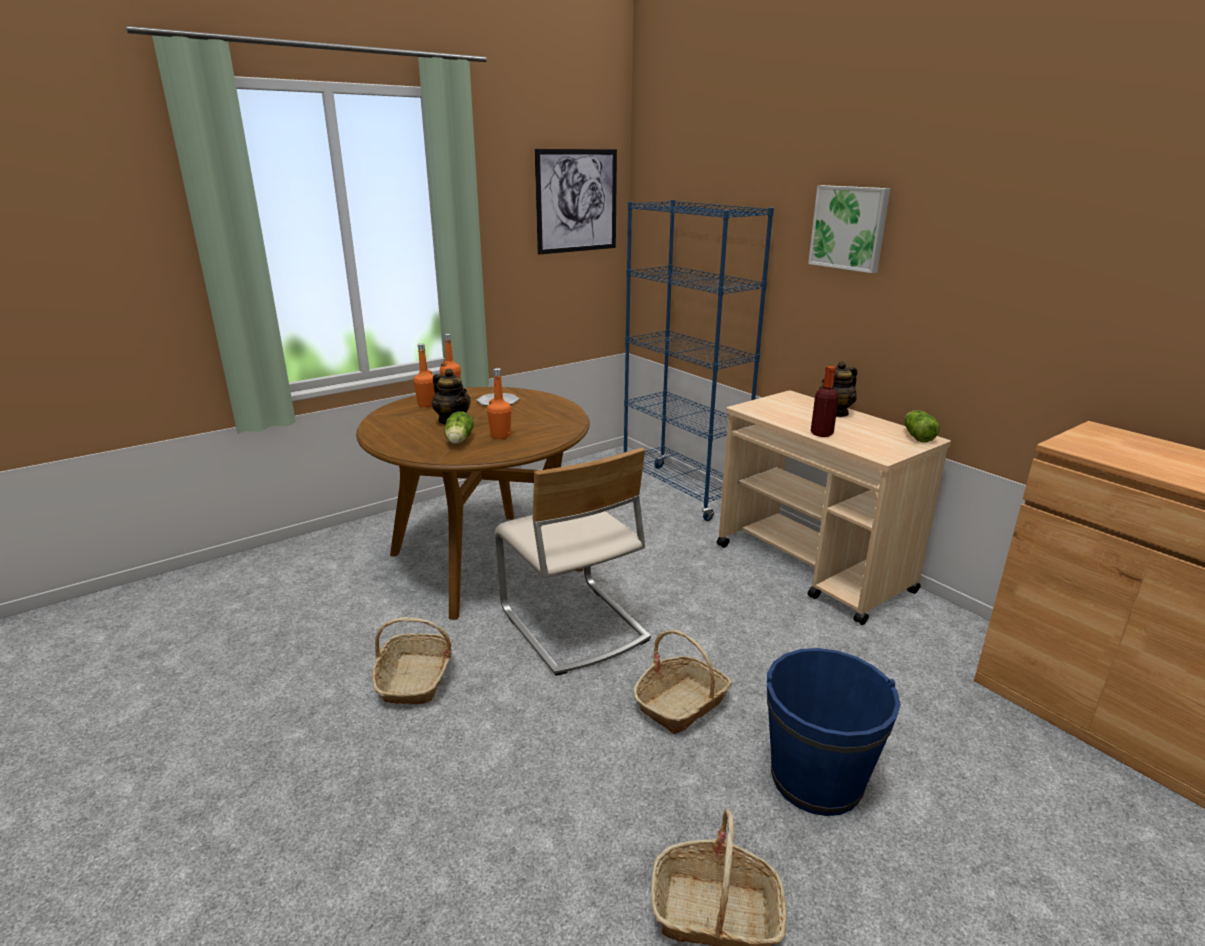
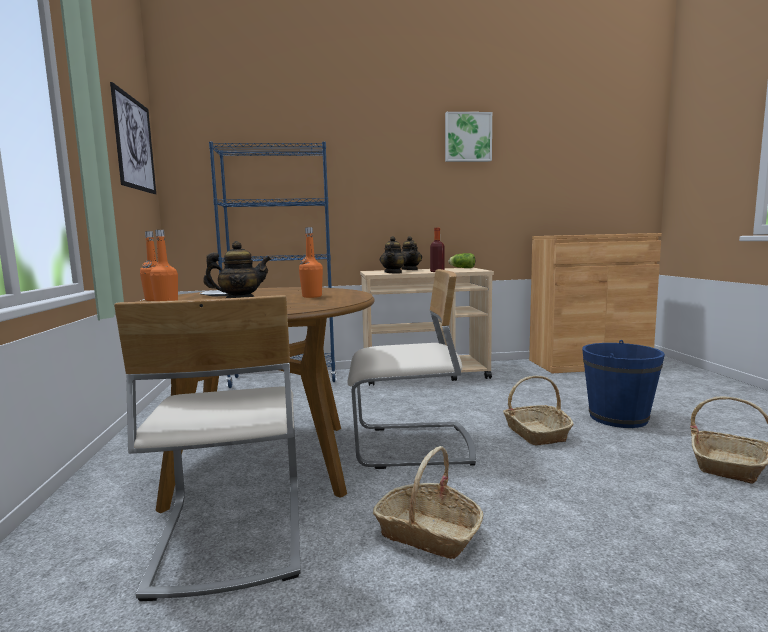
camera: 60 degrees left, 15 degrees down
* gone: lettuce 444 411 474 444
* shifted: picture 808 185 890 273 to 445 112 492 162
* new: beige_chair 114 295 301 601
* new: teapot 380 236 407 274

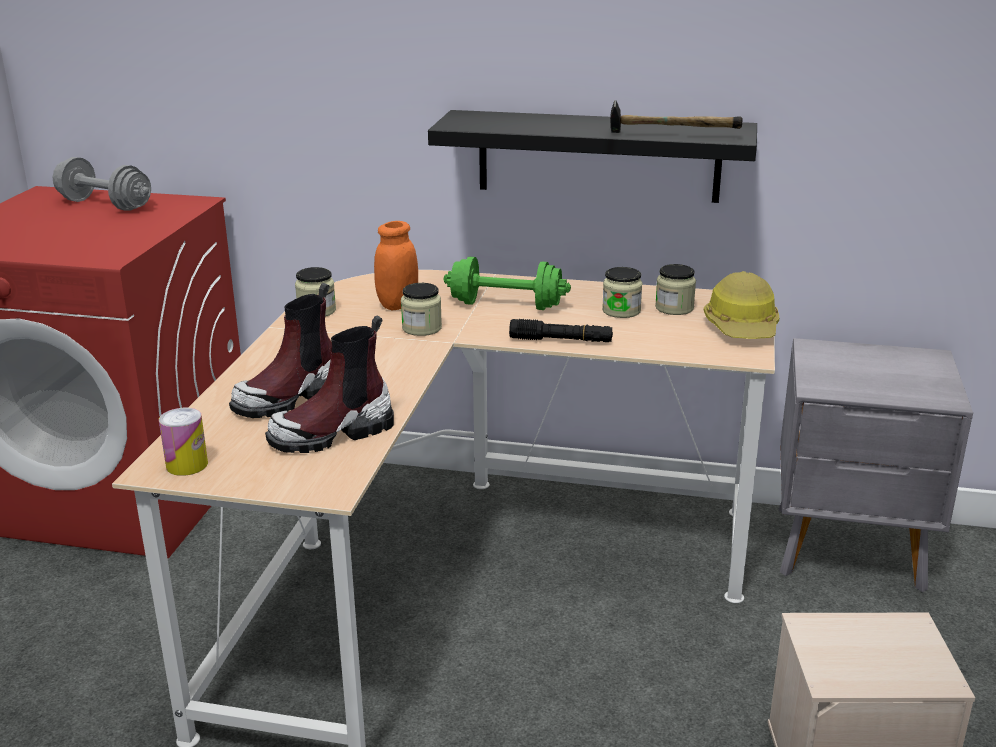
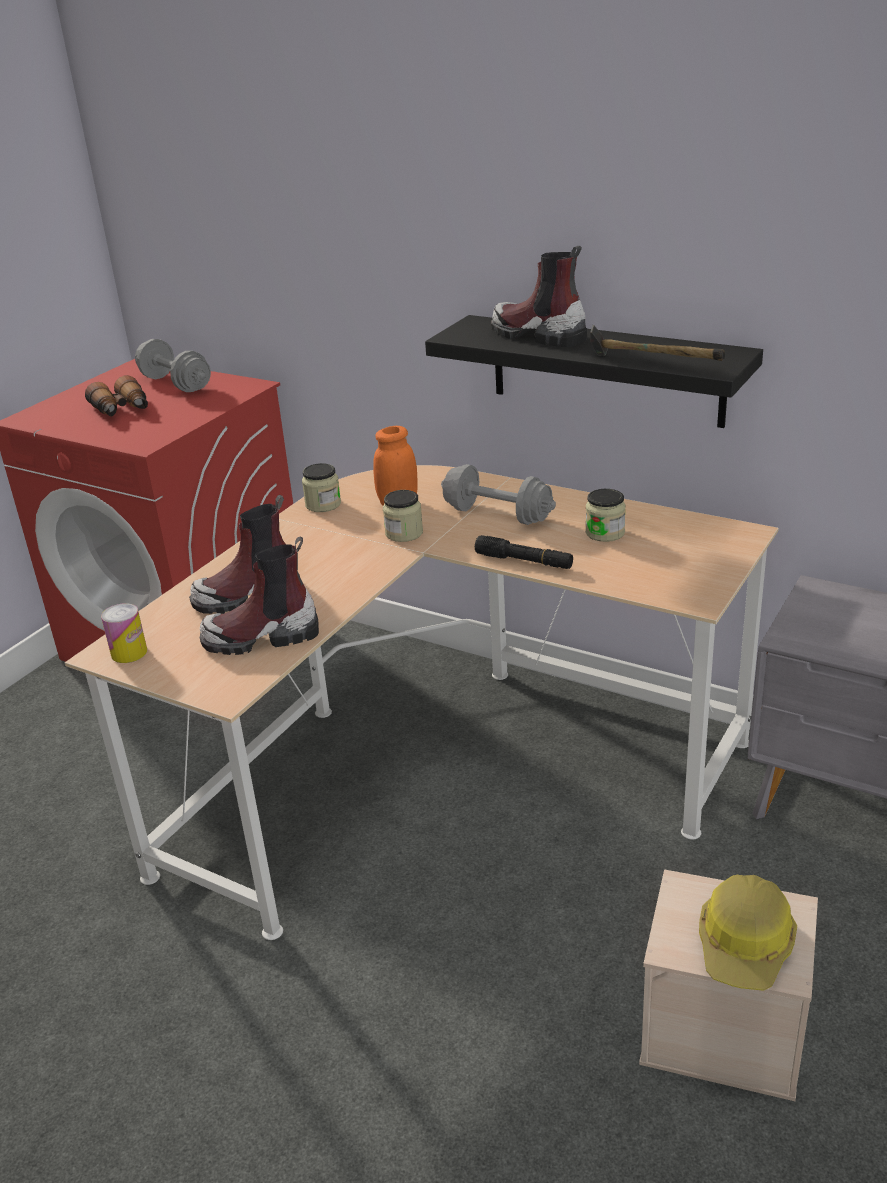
camera: 20 degrees right, 5 degrees up
* repainted: green_dumbbell 444 257 571 310 to grey_dumbbell 441 464 556 525
* gone: jar 655 264 696 315
* shifted: hard_hat 704 271 779 339 to 699 875 797 991
* new: binoculars 85 375 148 416
* new: boot 491 246 587 347

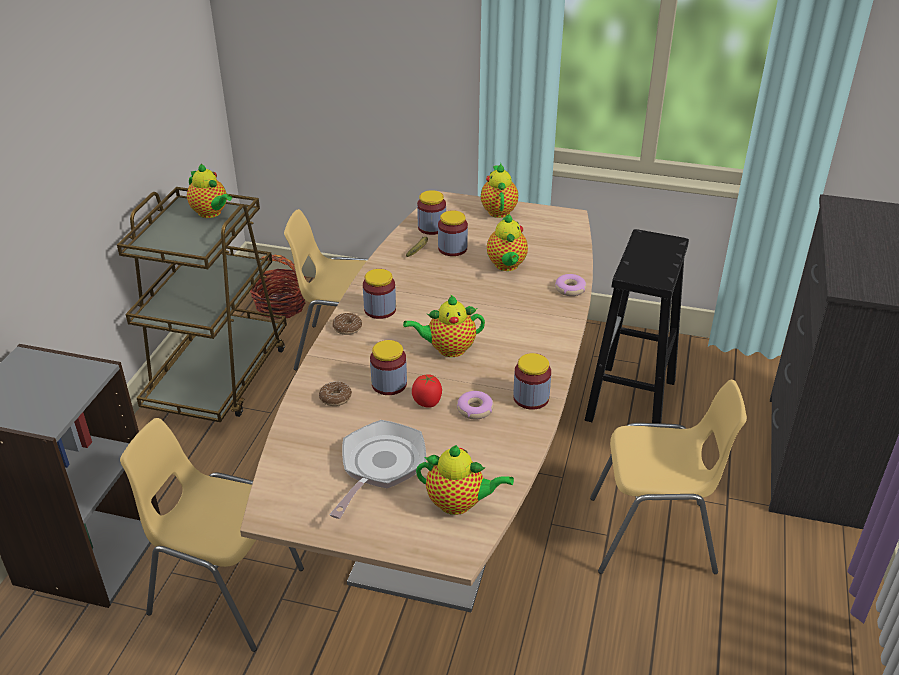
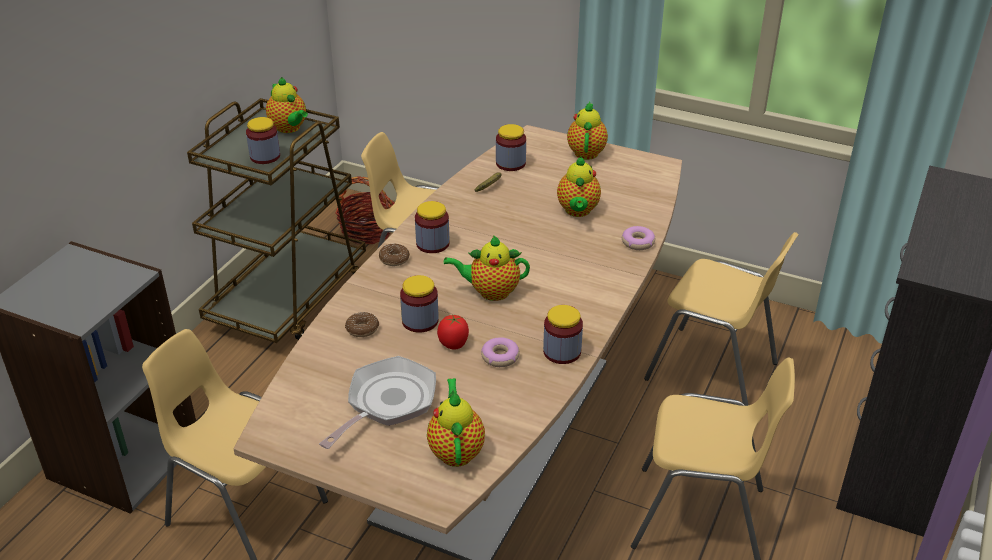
camera: 10 degrees right, 0 degrees up
* rotated: teapot 416 445 514 515 = 427 378 485 467 120 degrees counterclockwise
* shifted: jar 438 210 468 256 to 246 117 280 164
* swapped: black_stool 585 229 689 423 to yellow_chair 644 232 799 406

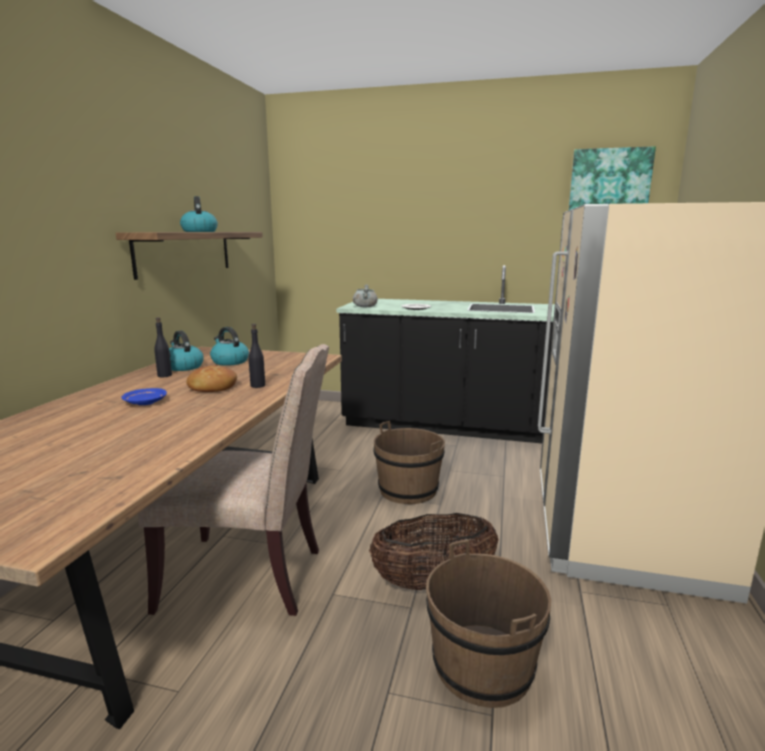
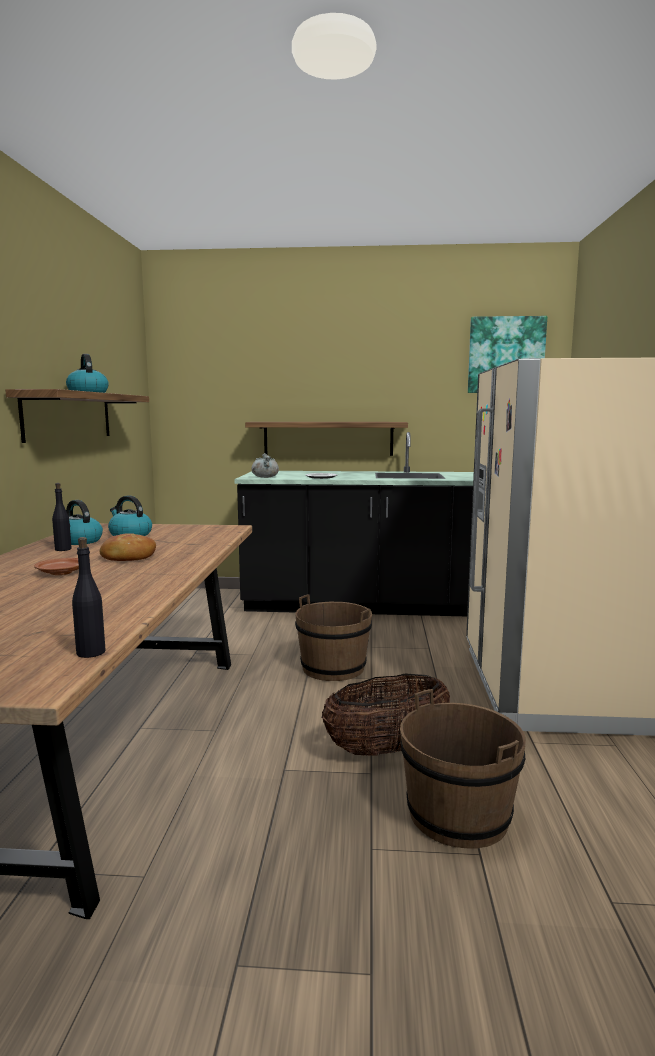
camera: 10 degrees left, 5 degrees down
* repainted: blue_plate 121 388 167 405 to brown_plate 34 558 79 575
* gone: beige_chair 138 344 329 616
* shifted: black_bottle 249 324 265 388 to 72 537 106 658
* new: shelf 245 422 408 456

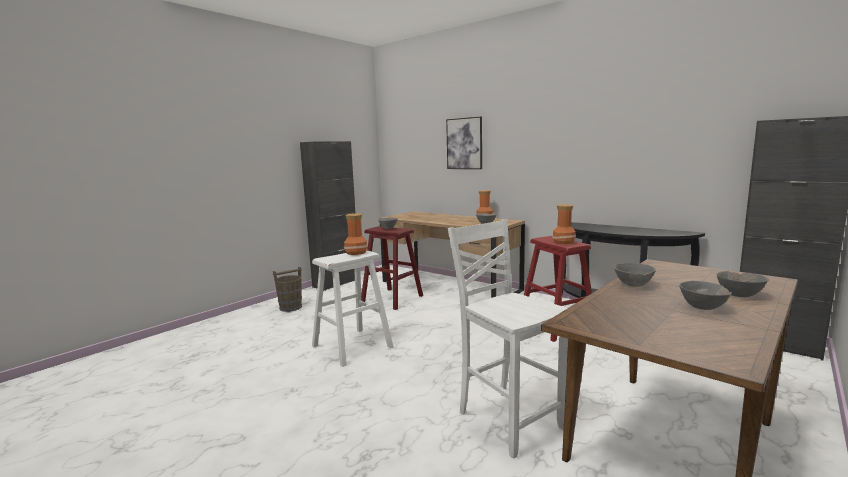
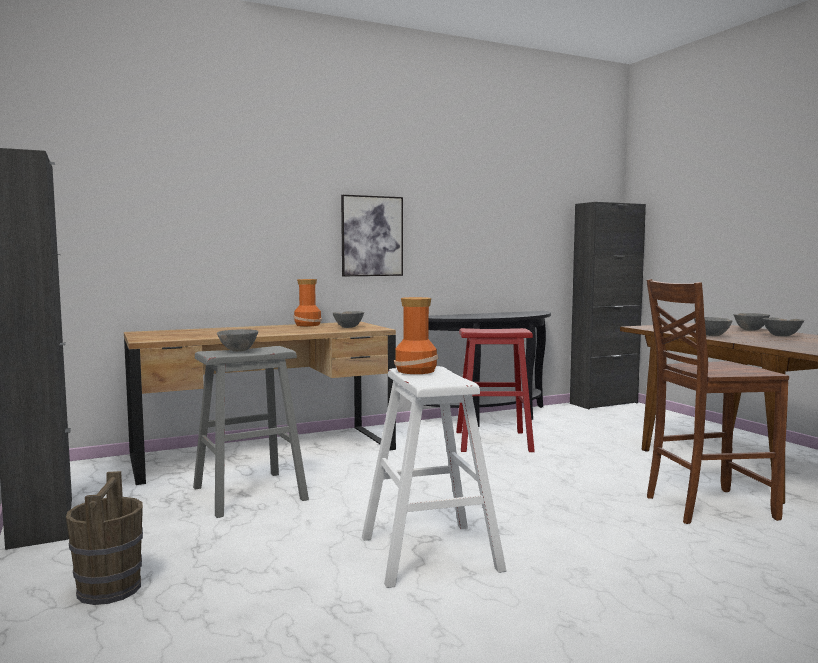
camera: 65 degrees left, 5 degrees down
* repainted: red_stool 361 226 423 310 to grey_stool 193 346 309 518
* shifted: picture 446 117 482 169 to 341 195 403 276
* repainted: white_chair 448 219 568 459 to brown_chair 647 279 789 524
* gone: vase 552 204 576 244

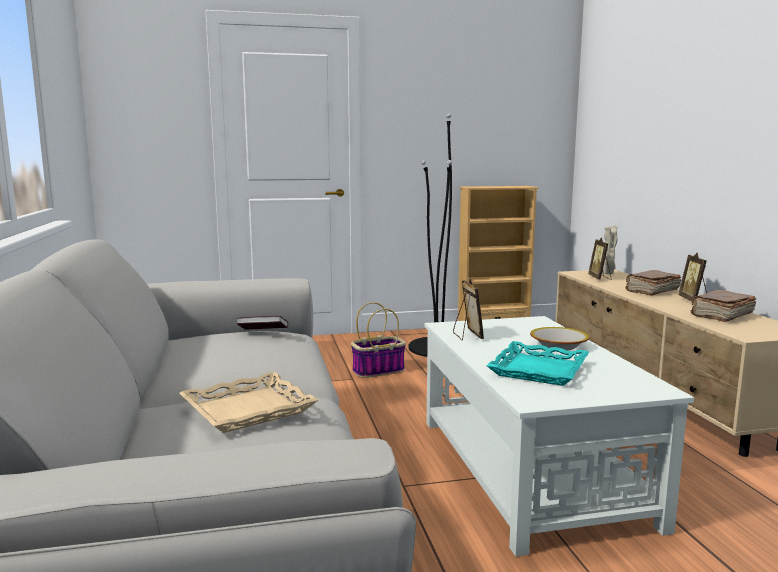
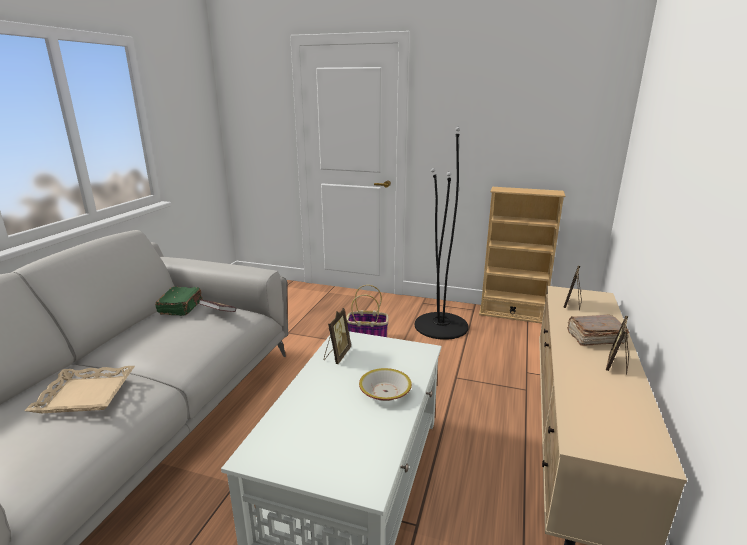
camera: 30 degrees right, 10 degrees up
* gone: turquoise_tray 486 341 589 386
* gone: beige_vase 602 225 618 274
* gone: brown_book 691 290 756 322
* new: green_book 155 287 203 316

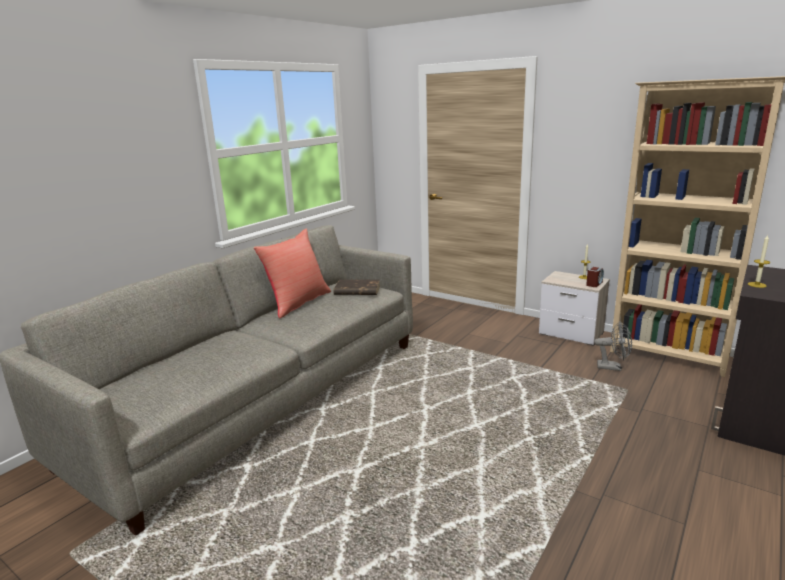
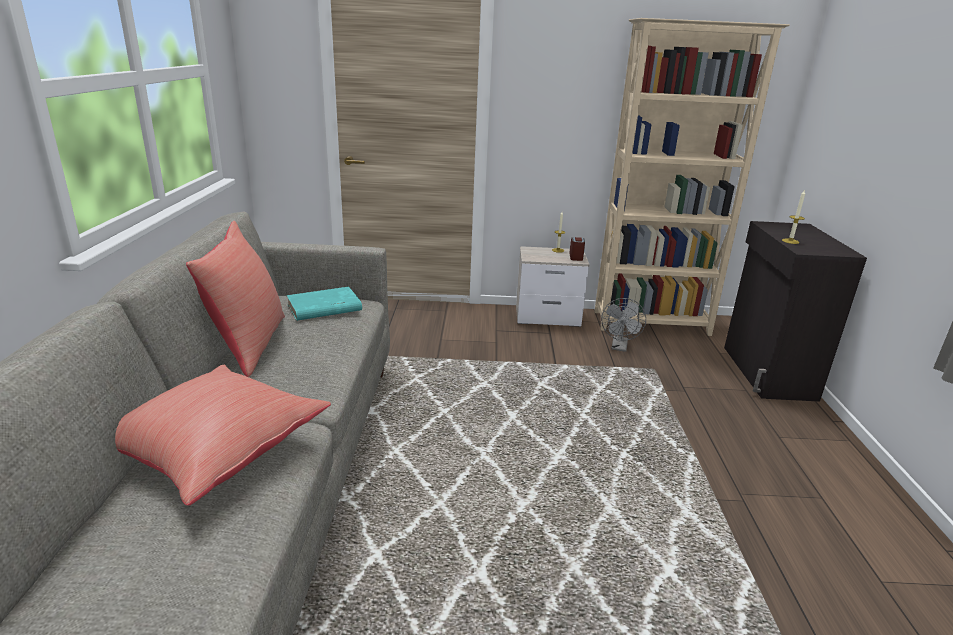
camera: 35 degrees left, 5 degrees up
* repainted: brown_book 333 279 380 295 to turquoise_book 286 287 362 321
* rotated: grey_fan 594 322 632 371 = 601 298 646 352 120 degrees clockwise
* new: red_pillow 115 365 331 505

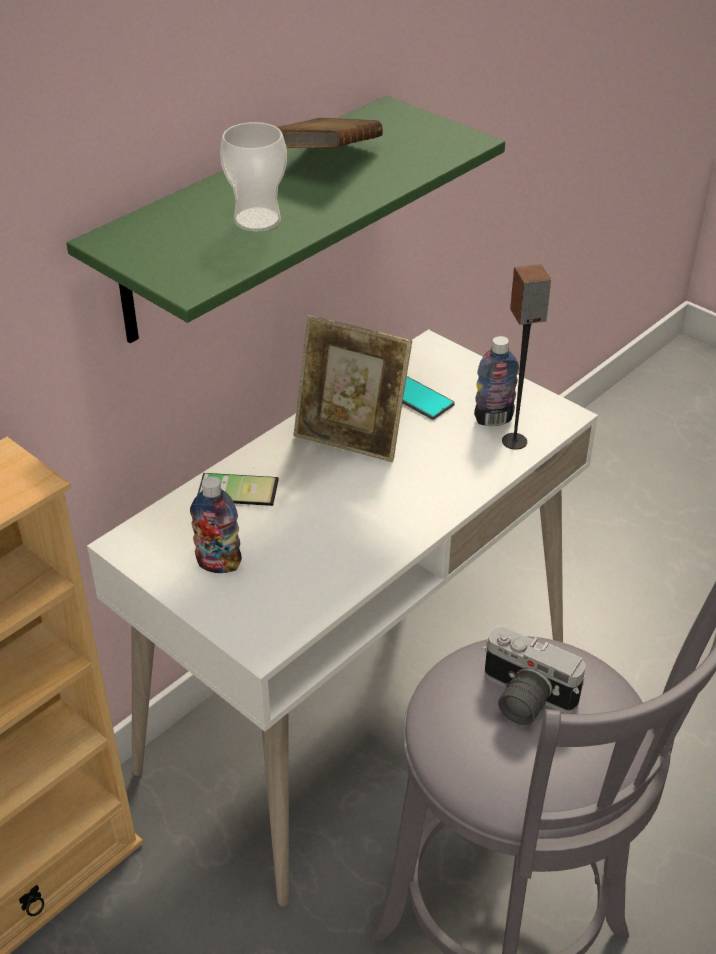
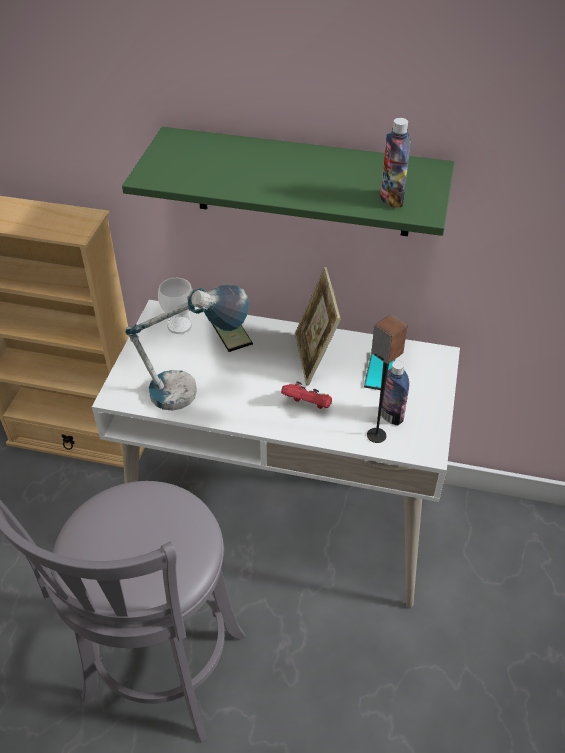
camera: 60 degrees right, 5 degrees up
* shifted: bottle 190 476 242 573 to 380 118 411 209
* shifted: cup 220 122 287 231 to 158 278 193 334
* gone: brown_book 277 118 383 148
* gone: photo_camera 482 626 585 726
* new: table_lamp 125 285 249 411
* new: red_game_controller 281 382 332 409

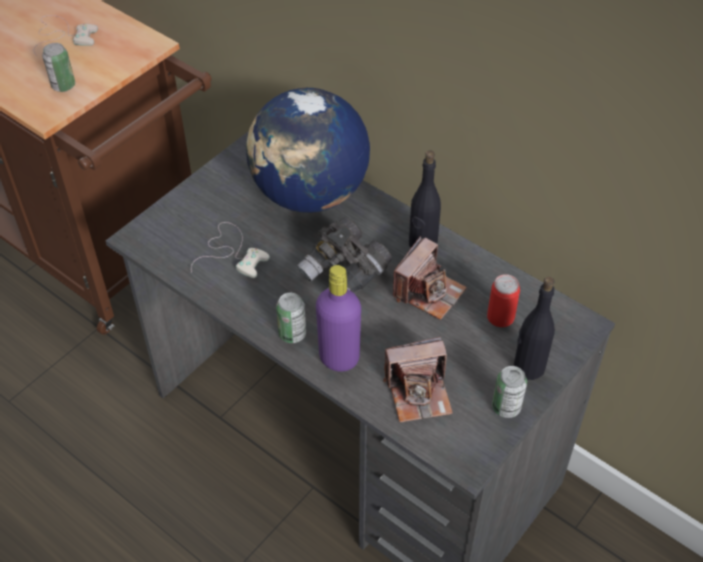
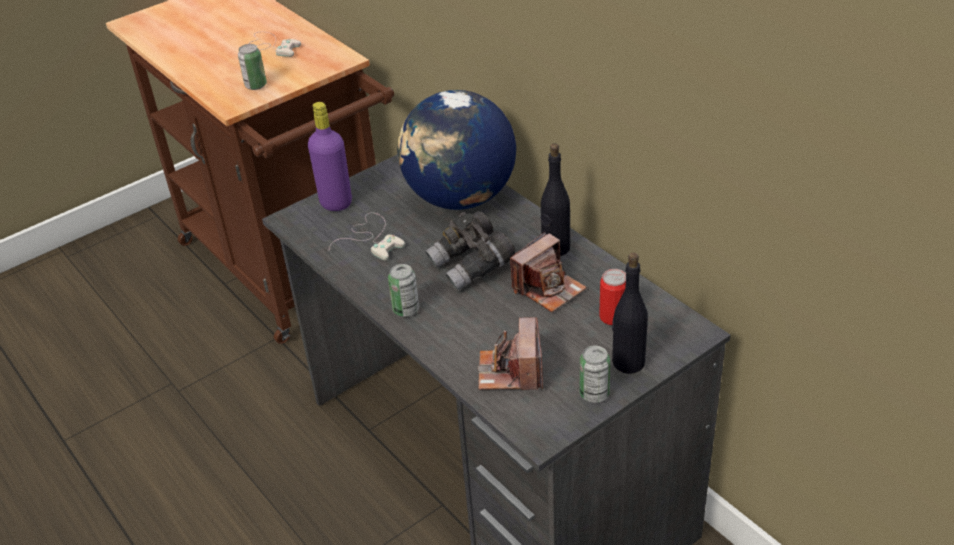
camera: 15 degrees right, 10 degrees down
* shifted: purple_bottle 316 265 361 372 to 308 102 352 211
* rotated: photo_camera 383 337 453 422 = 478 317 543 390 90 degrees clockwise

